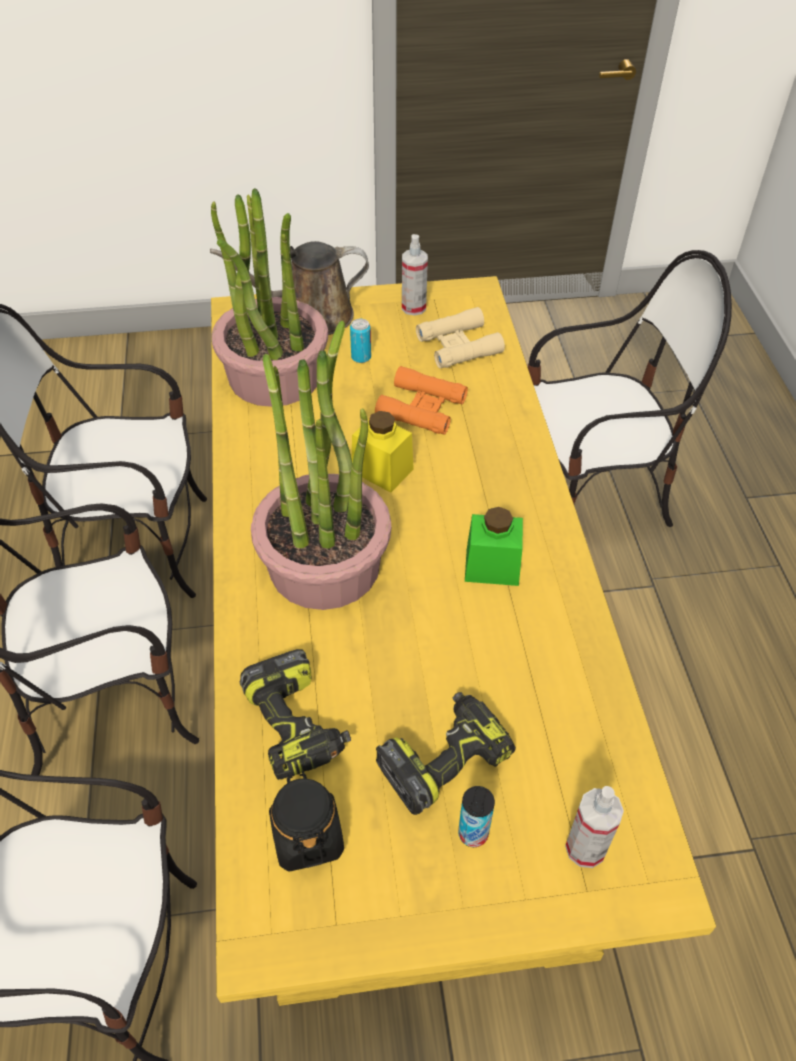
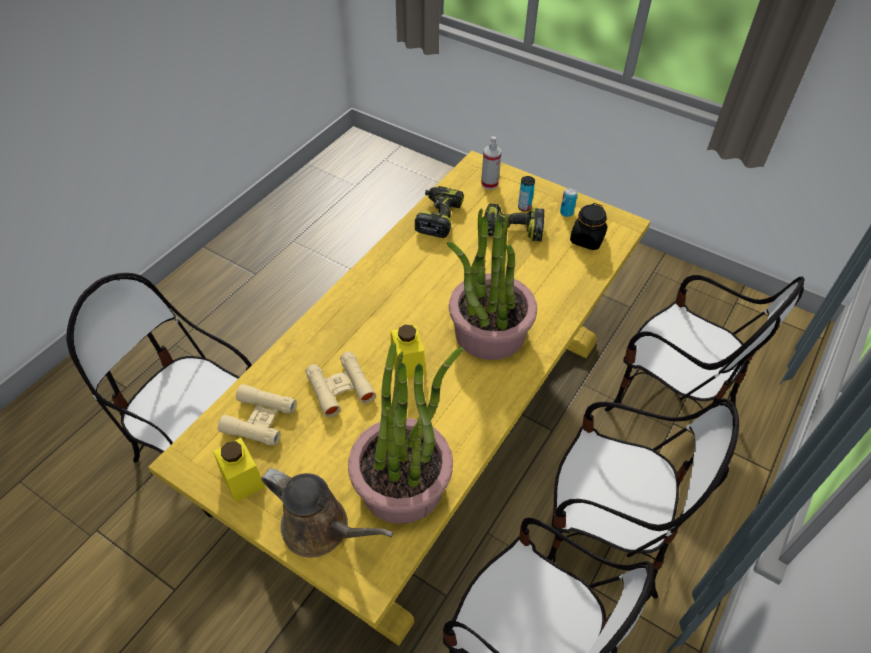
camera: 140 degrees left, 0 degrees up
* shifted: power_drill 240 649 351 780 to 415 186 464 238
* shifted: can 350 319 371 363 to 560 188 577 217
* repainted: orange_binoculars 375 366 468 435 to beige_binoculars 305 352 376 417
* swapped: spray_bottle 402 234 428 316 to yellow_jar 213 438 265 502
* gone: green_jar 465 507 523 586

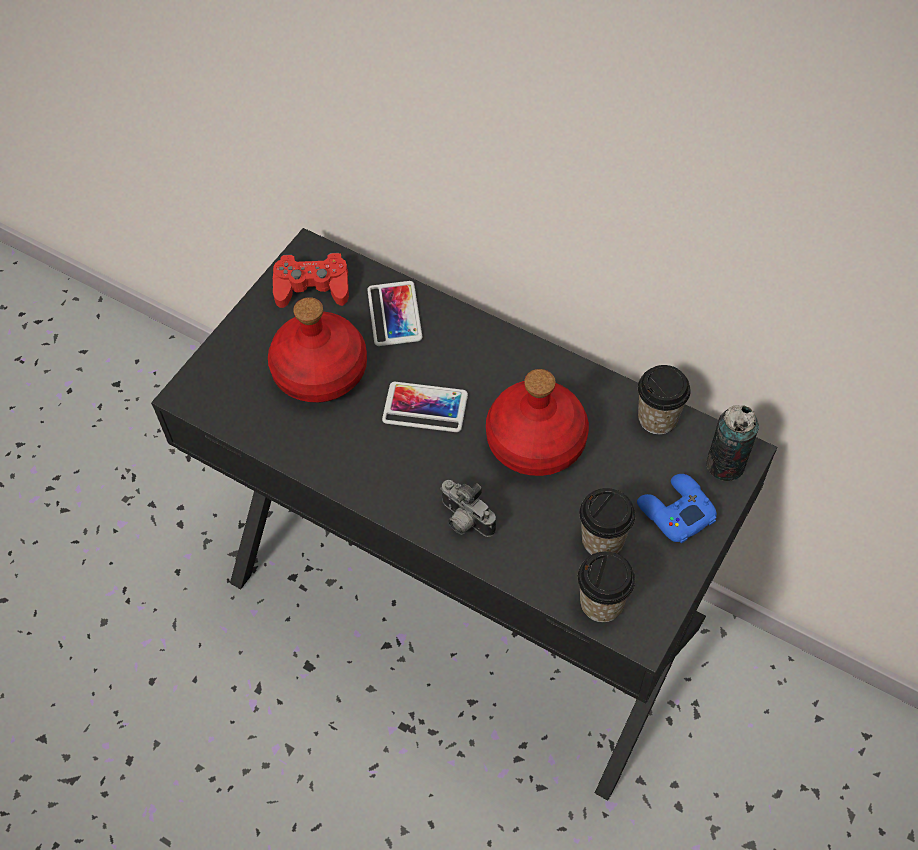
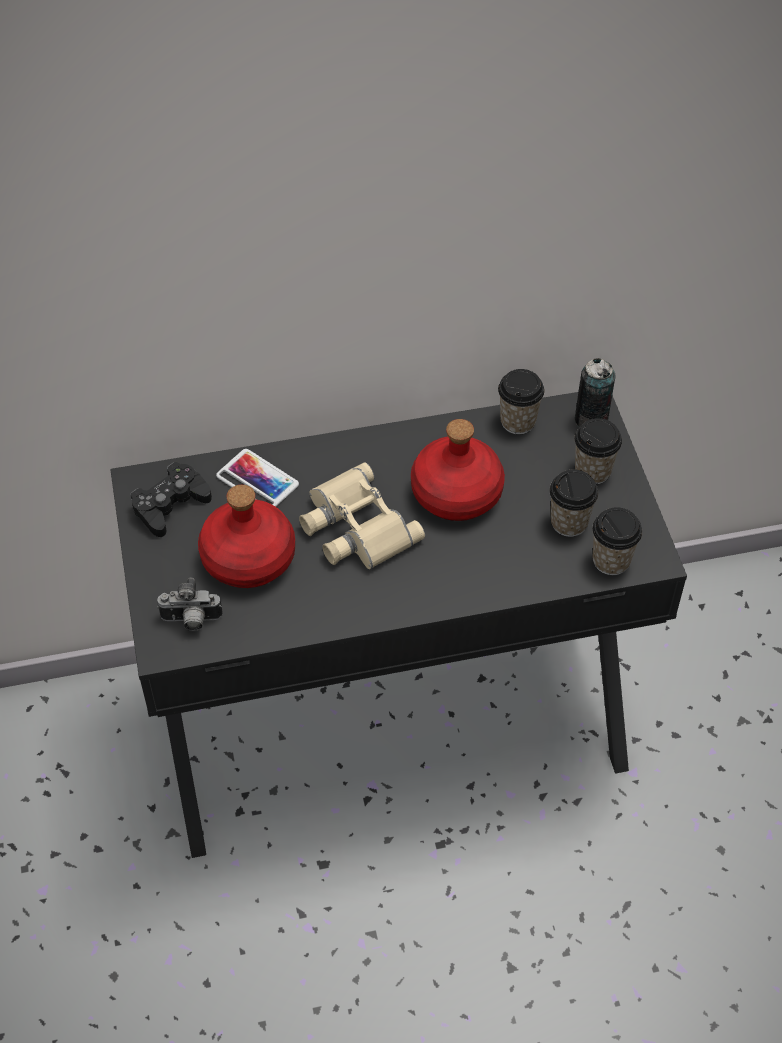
camera: 45 degrees left, 5 degrees down
* repainted: red_game_controller 273 253 349 308 to black_game_controller 131 462 212 537
* swapped: phone 382 382 468 432 to beige_binoculars 299 462 425 569
* shifted: photo_camera 440 480 496 537 to 157 578 223 631
* swapped: blue_game_controller 637 474 717 543 to cup 574 418 622 485

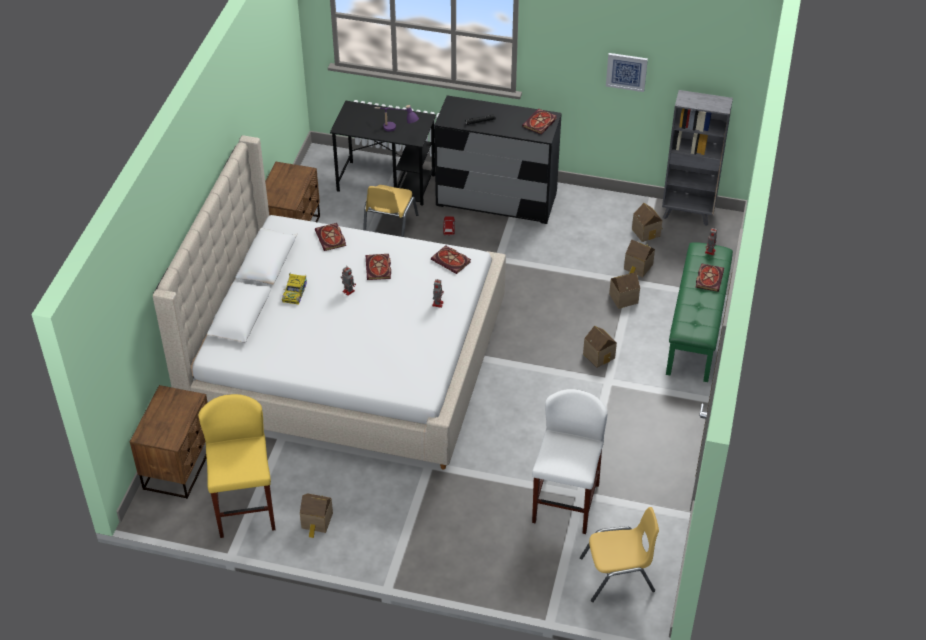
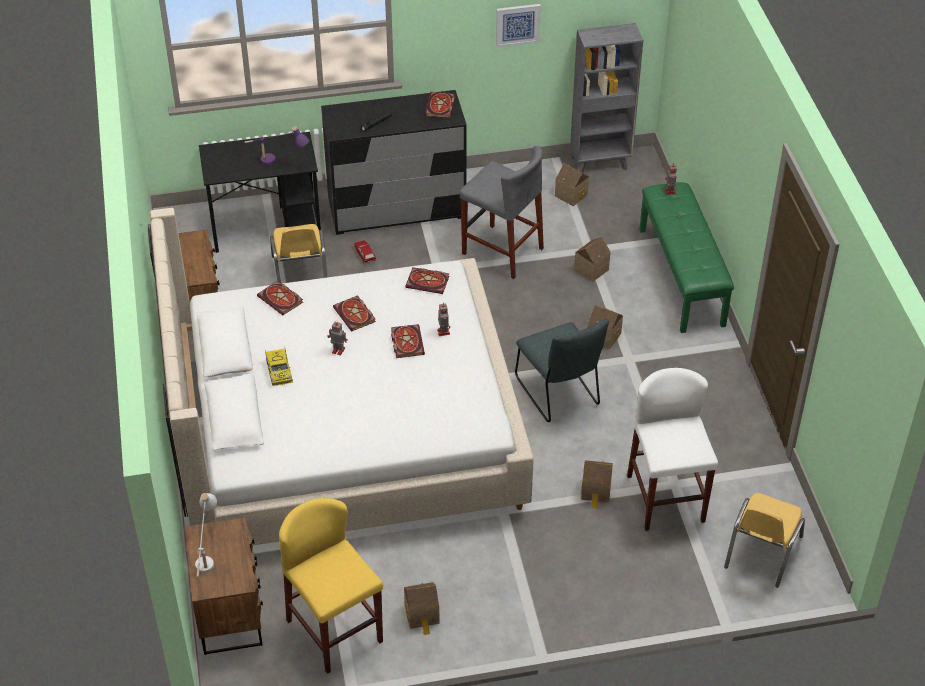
camera: 25 degrees left, 0 degrees up
* rotated: yellow_chair 580 507 659 602 = 724 493 805 588 150 degrees clockwise
* shifted: toy_house 624 239 655 277 to 581 460 613 509
* shifted: book 696 263 724 292 to 391 324 425 358
* new: white_table_lamp 195 493 217 577
* new: grey_stool 460 146 544 279
* new: grey_chair 515 319 609 422

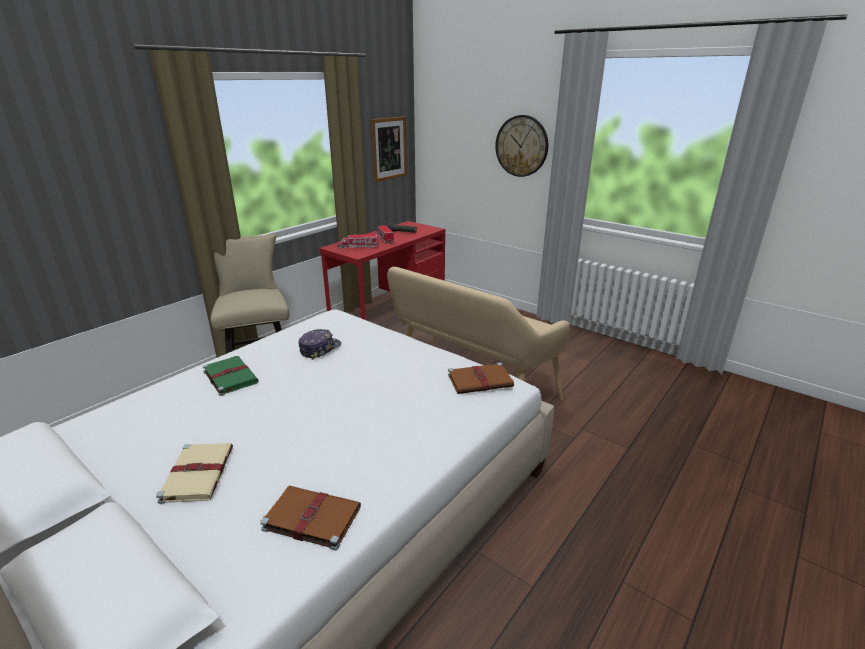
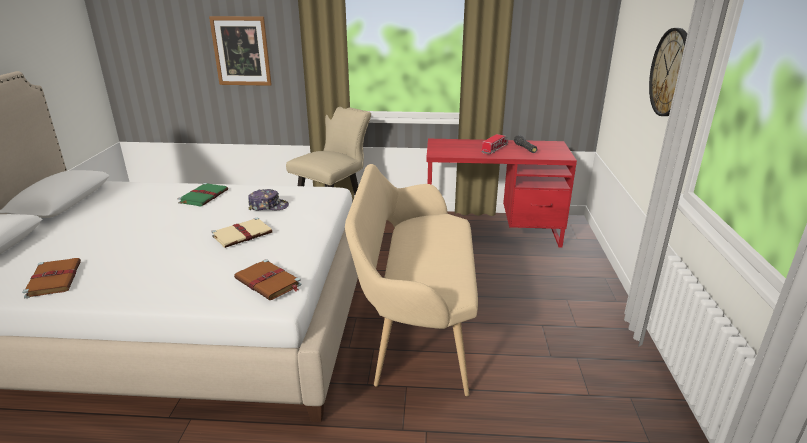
camera: 55 degrees right, 0 degrees up
* shifted: beige_book 156 443 233 504 to 211 217 272 248
* gone: toy_truck 337 234 379 249
* shifted: picture 371 117 407 182 to 209 16 272 86

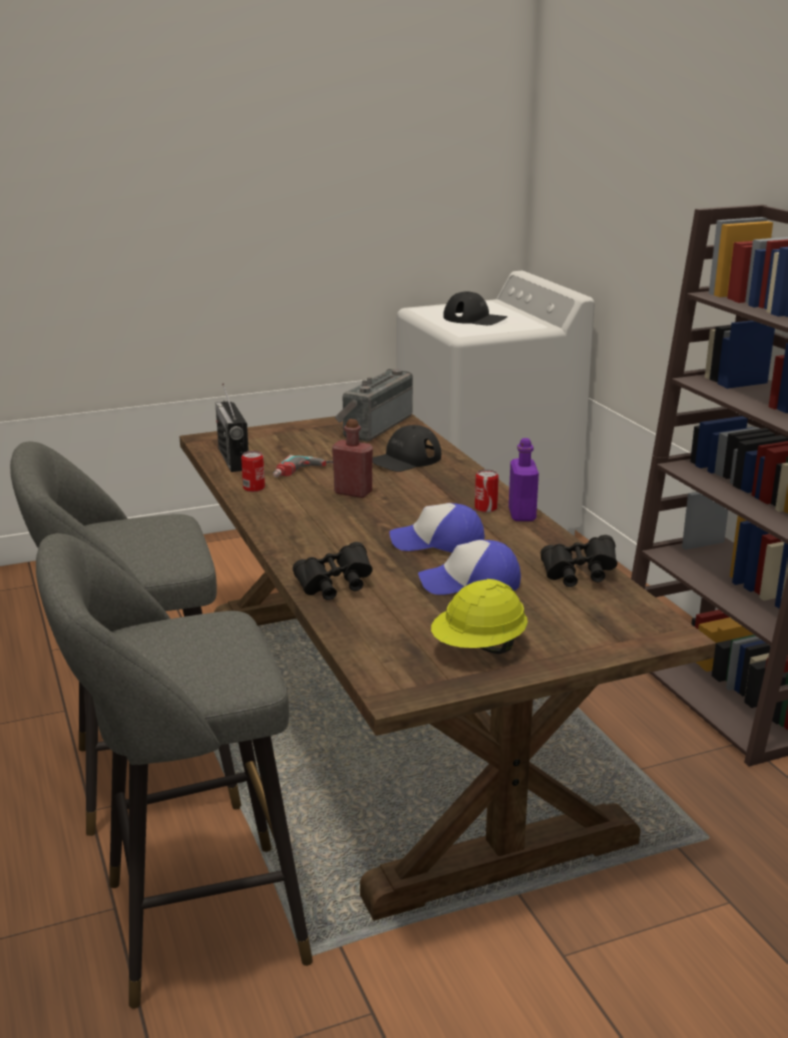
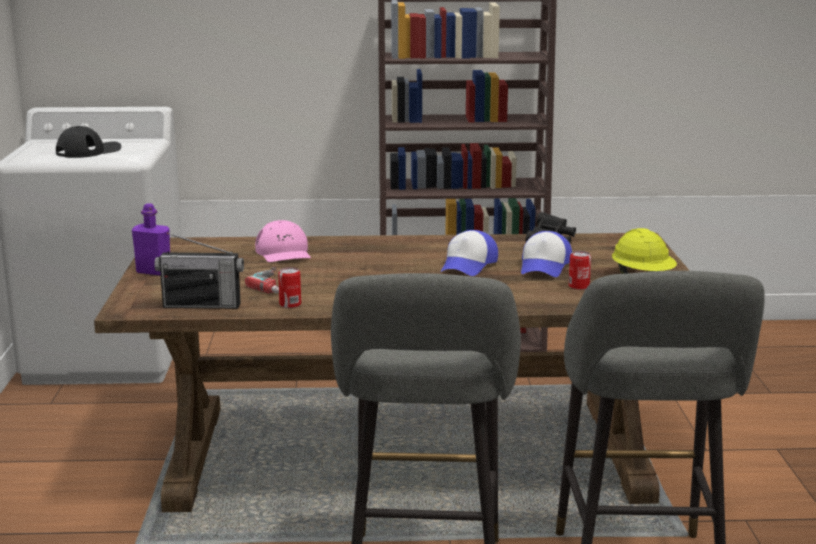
camera: 70 degrees left, 5 degrees down
* gone: black_binoculars 293 542 373 600
* gone: red_bottle 332 419 373 498
* gone: radio 335 369 413 442
* repainted: black_cap 372 425 441 472 to pink_cap 255 220 311 262
* shifted: can 475 469 499 512 to 569 251 591 290
* shifted: purple_bottle 509 438 539 521 to 132 203 170 276

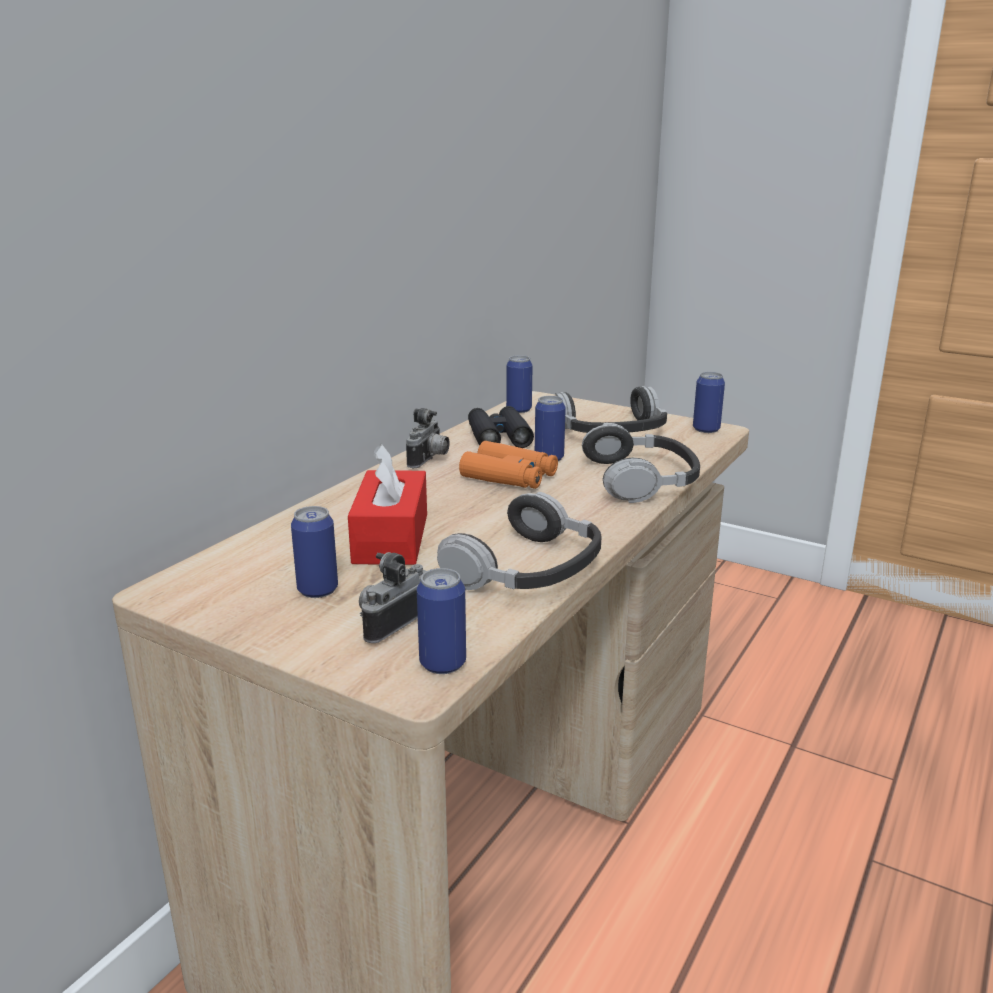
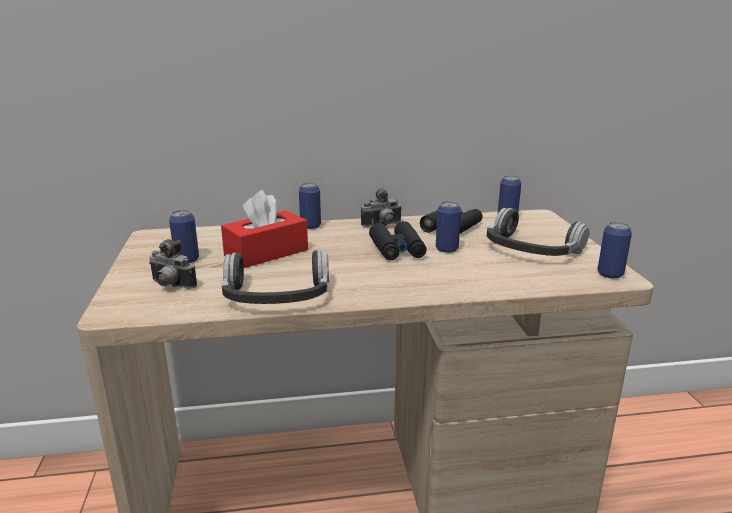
camera: 50 degrees right, 0 degrees up
* rotated: photo_camera 359 552 426 643 = 149 239 197 289 150 degrees counterclockwise
* shifted: can 417 568 466 674 to 299 182 321 229
* repainted: orange_binoculars 459 441 558 489 to black_binoculars 369 221 427 260
* gone: headphones 582 423 700 503

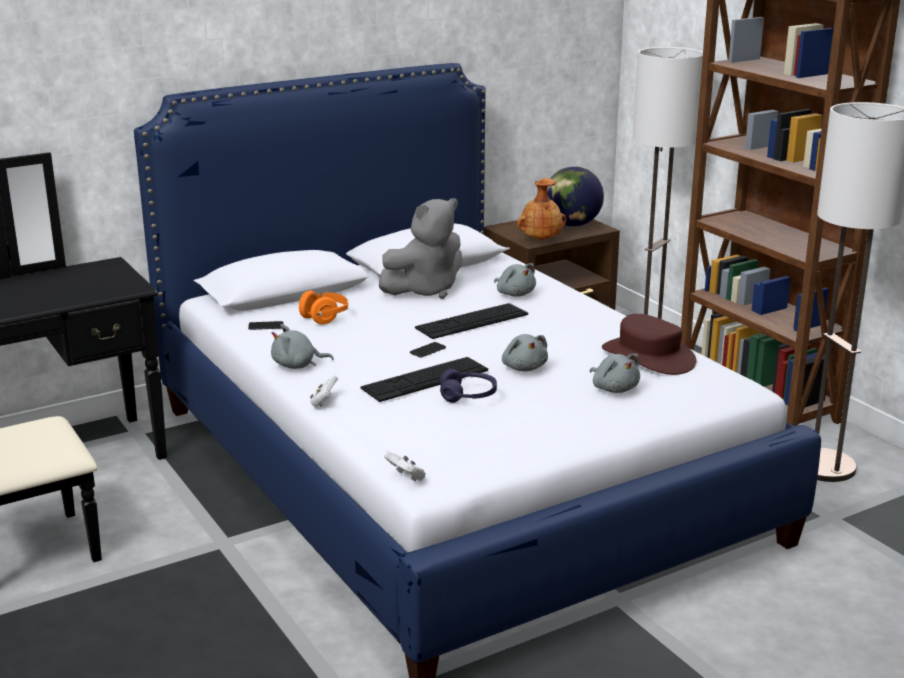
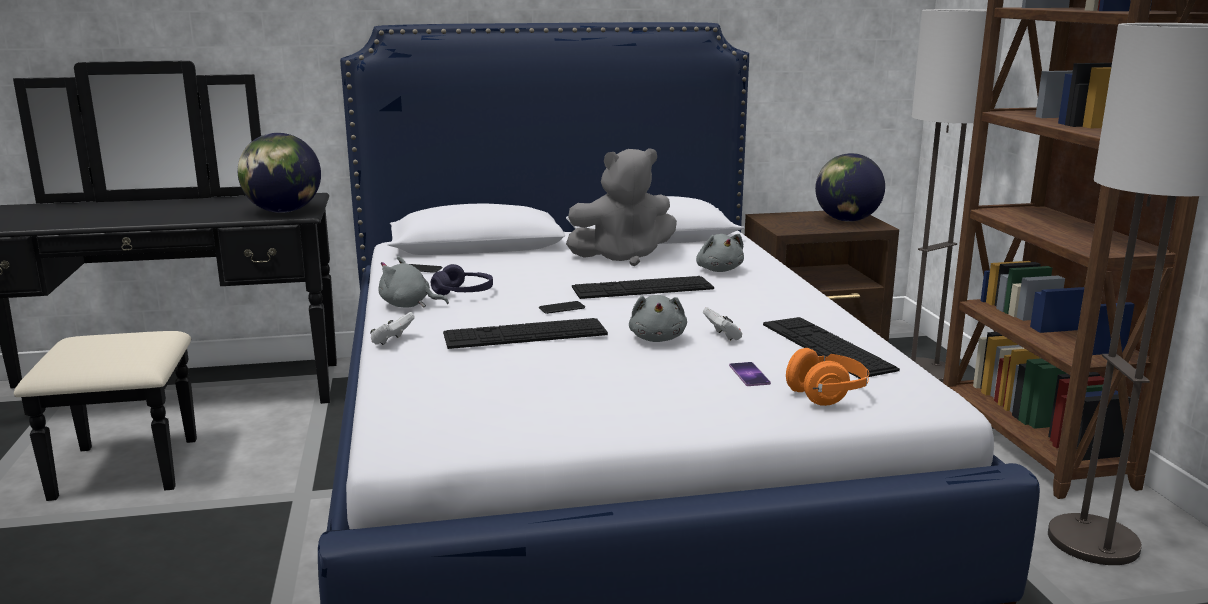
camera: 20 degrees right, 5 degrees down
* shifted: orange_headphones 299 290 349 324 to 786 348 869 406
* shifted: white_game_controller 384 451 425 481 to 703 307 742 341
* shifted: purple_headphones 440 369 497 403 to 431 264 493 295
* gone: brown_vase 517 178 567 240
* swapped: grey_plush_toy 590 354 640 393 to phone 729 362 771 386
* swapped: brown_hat 602 314 696 375 to keyboard 763 317 900 379
* new: globe 238 133 321 213

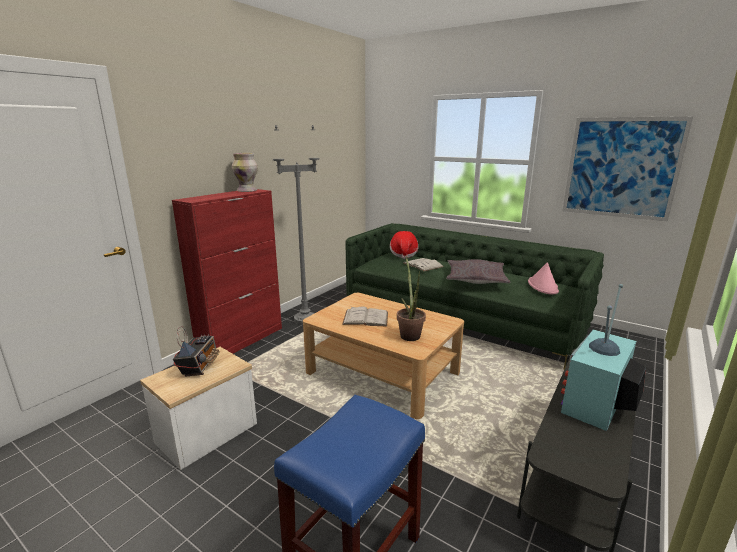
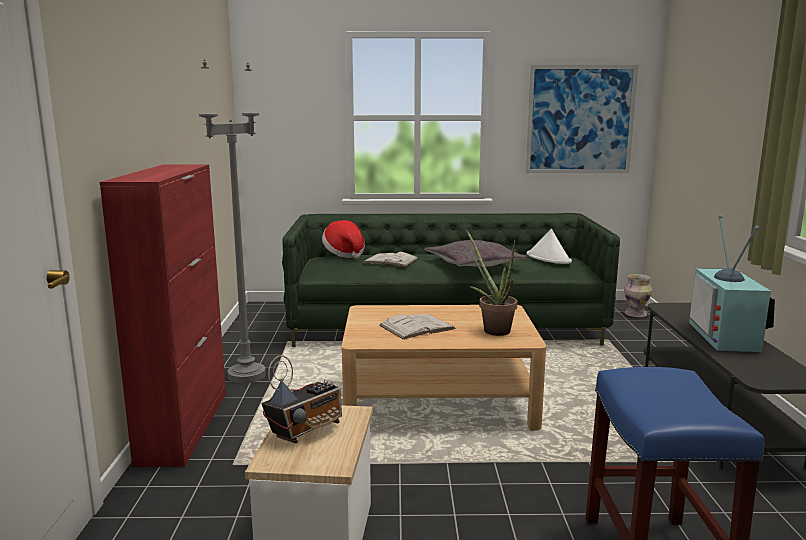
camera: 35 degrees left, 5 degrees down
* rotated: radio 173 326 220 377 = 262 355 342 443 75 degrees clockwise
* shifted: vase 232 153 258 192 to 624 274 652 317
* repainted: pink_hat 528 262 559 294 to white_hat 527 229 572 264

